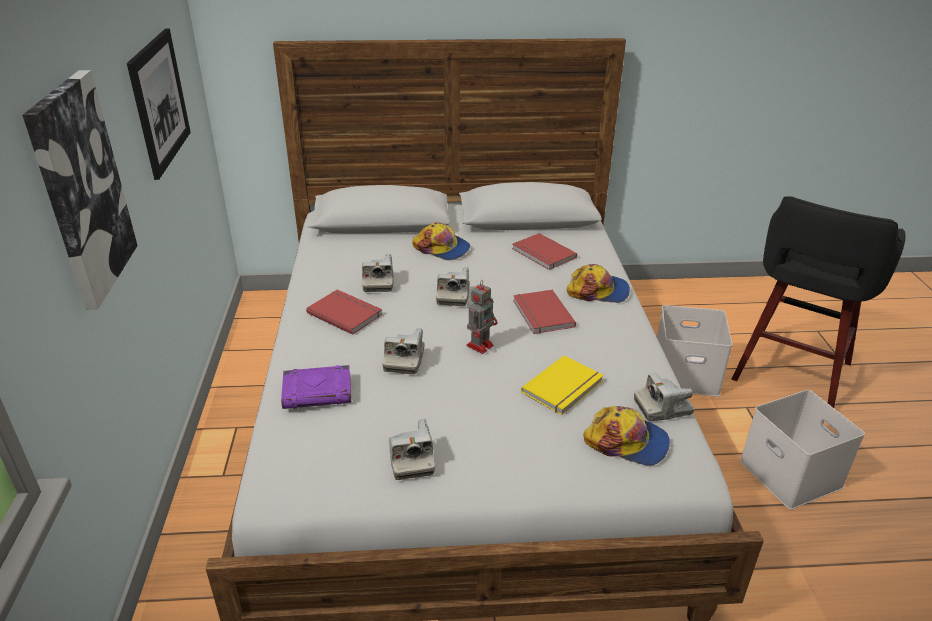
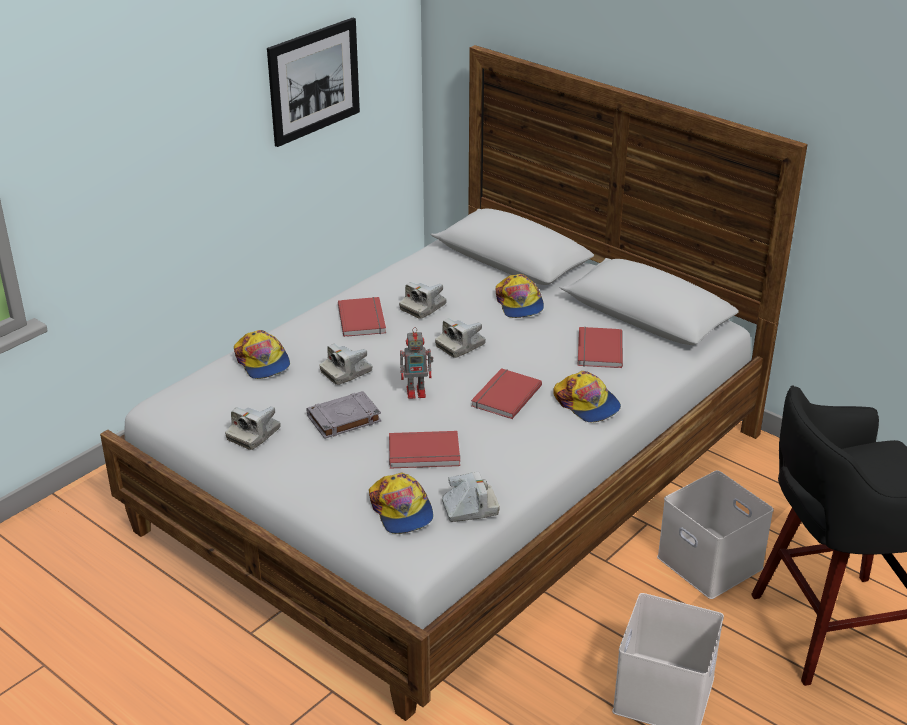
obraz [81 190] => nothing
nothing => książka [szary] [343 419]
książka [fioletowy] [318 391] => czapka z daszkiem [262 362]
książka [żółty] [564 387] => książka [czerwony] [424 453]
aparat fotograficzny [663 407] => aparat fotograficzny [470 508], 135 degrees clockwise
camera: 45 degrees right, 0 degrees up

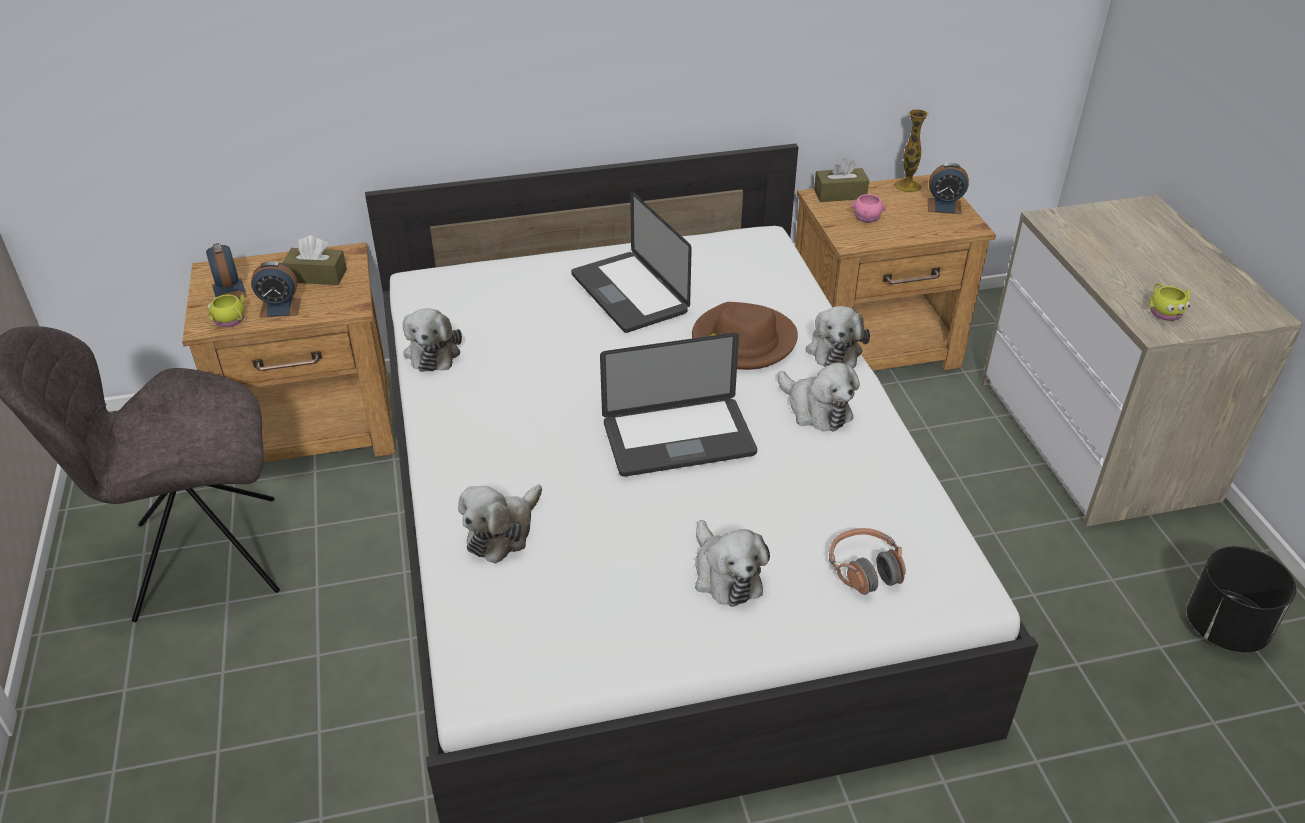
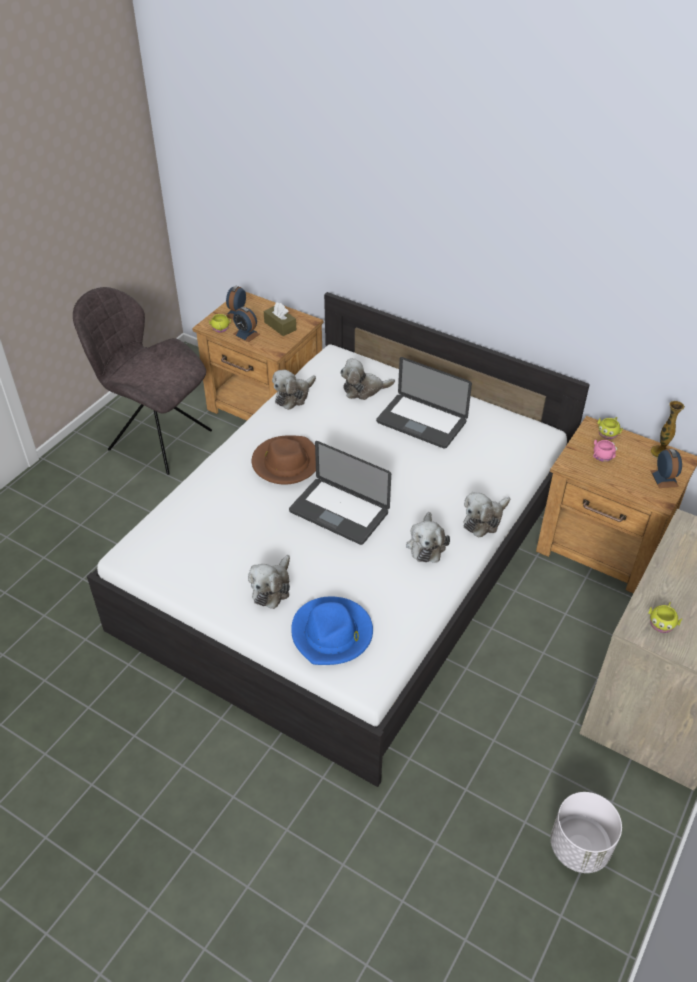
pluszak [502 532] => pluszak [364 389], move
kapelusz [brązowy] [743 341] => kapelusz [brązowy] [286 463], move
pudełko chusteczek [brązowy] [840 194] => kubek [żółty] [608 432]
słuchawki [865 569] => kapelusz [niebieski] [332 633]
donica [czarny] [1224 627] => donica [biały] [579 846]
laptop [629 293] => laptop [421 422], 75 degrees counterclockwise
budzik [944 206] => budzik [664 478], 150 degrees counterclockwise
camera: 45 degrees right, 5 degrees up

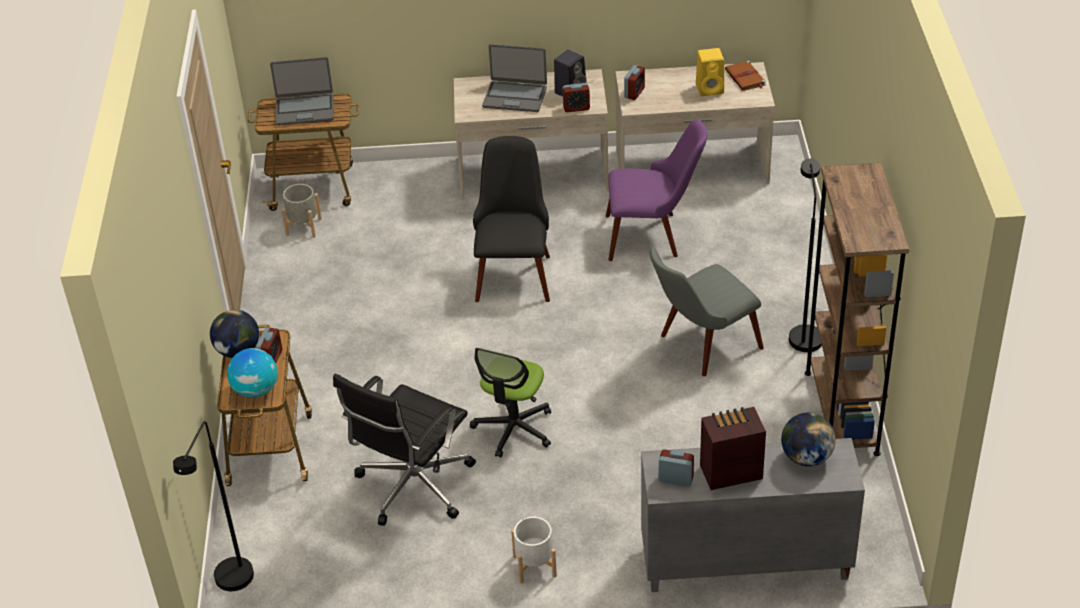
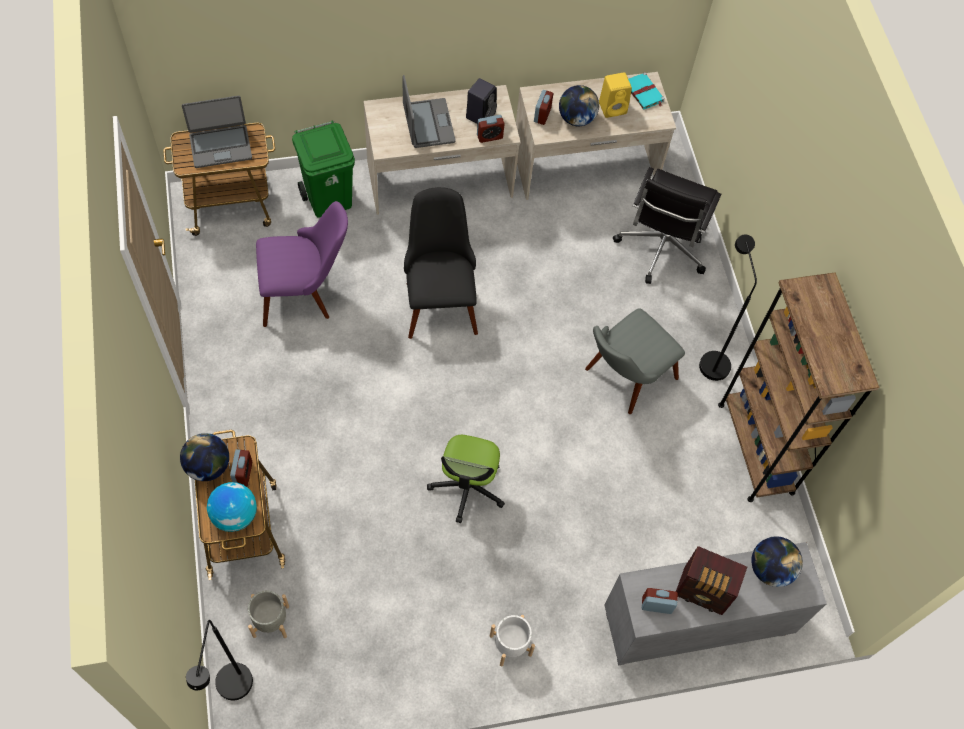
nothing => kosz na śmieci [zielony] [329 199]
nothing => globus [576 119]
donica [szary] [303 227] => donica [szary] [271 621], move
krzesło biurowe [czarny] [412 487] => krzesło biurowe [czarny] [661 248], move
krzesło [fioletowy] [653 235] => krzesło [fioletowy] [305 292], move
książka [brązowy] [745 78] => książka [turkusowy] [644 93]
laptop [515 97] => laptop [428 124], 105 degrees counterclockwise
radio [729 472] => radio [703 592], 135 degrees counterclockwise
camera: 15 degrees left, 20 degrees up

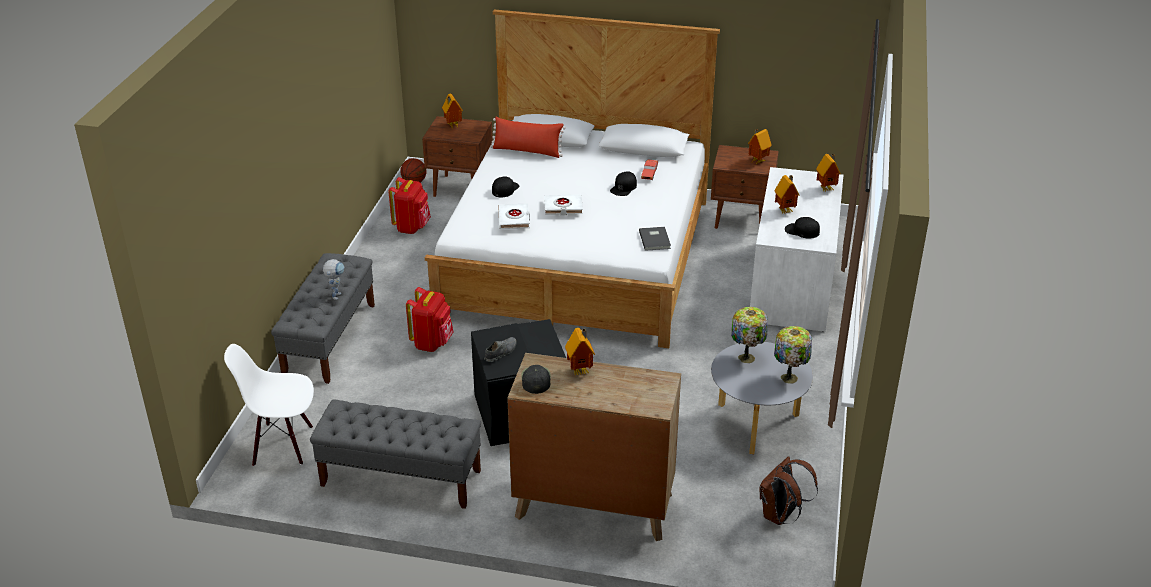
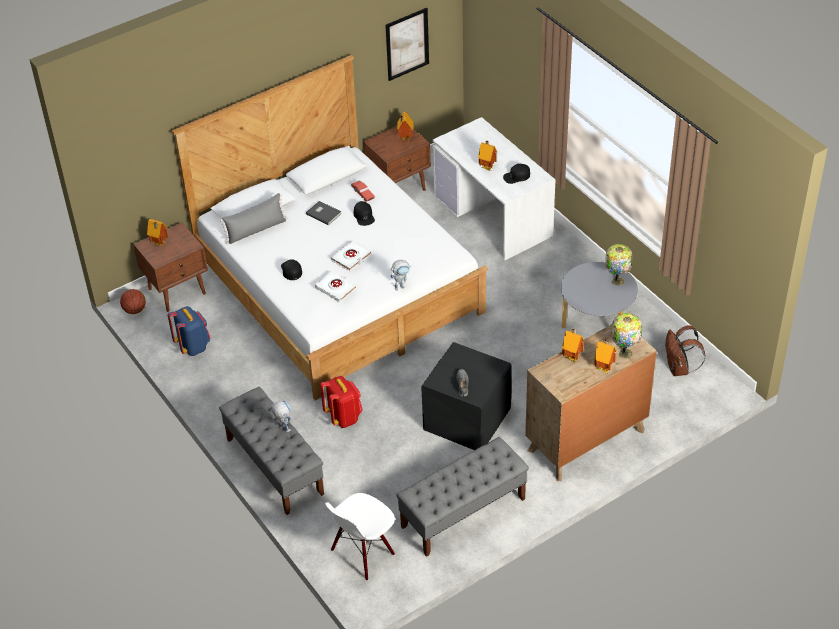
czapka z daszkiem [czarny] [535 380] => nothing
nothing => obraz [407 44]
nothing => robot zabawkowy [401 286]
książka [szary] [655 239] => książka [szary] [323 213], move
lampa stołowa [747 357] => lampa stołowa [625 352], move
domek [827 188] => domek [604 368], move
plecak [czerwony] [412 227] => plecak [niebieski] [193 346]
poduszka [czerwony] [527 151] => poduszka [szary] [256 230]
camera: 45 degrees left, 10 degrees up

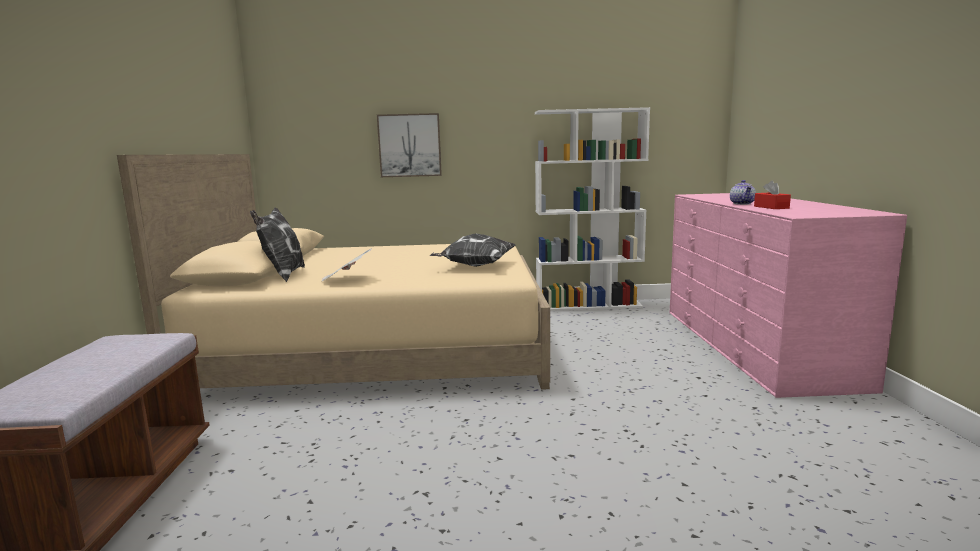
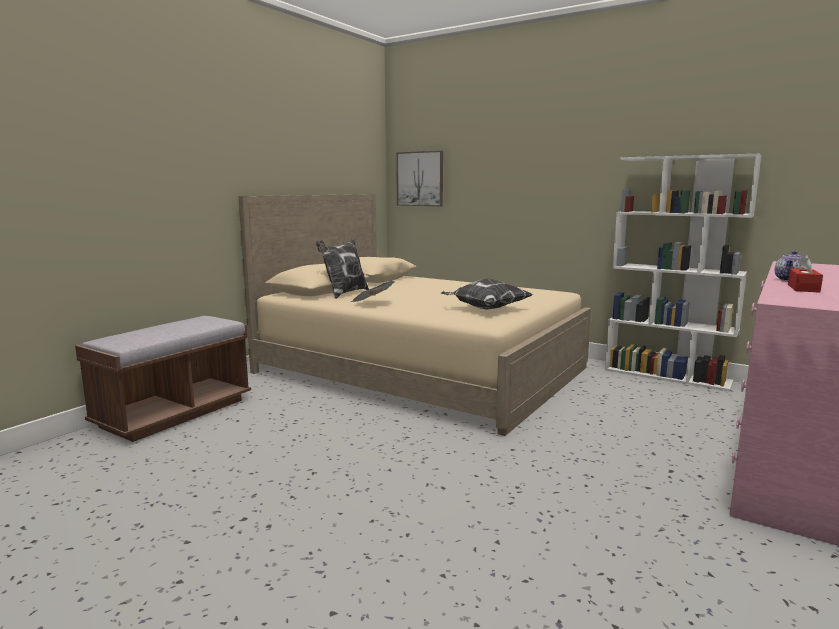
obraz [409 145] => obraz [420 179], move
camera: 35 degrees right, 0 degrees up

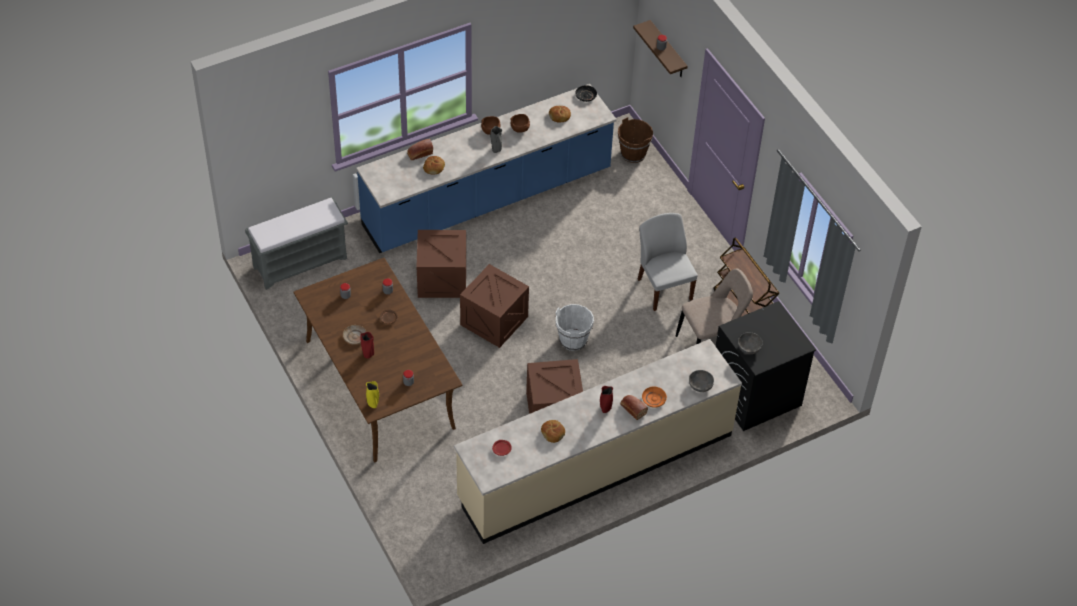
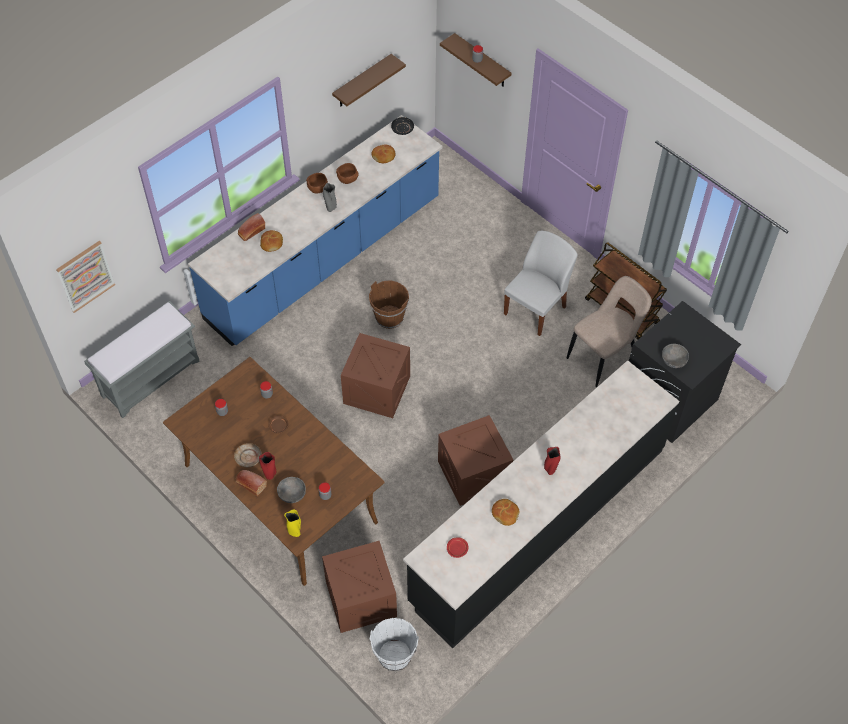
talerz [pomarańczowy] [654 399] => nothing
nothing => obraz [85 276]
nothing => półka [brązowy] [362 82]
skrzynka [442 279] => skrzynka [361 598], move
wiadro [biały] [573 340] => wiadro [biały] [394 656], move
wiadro [brązowy] [633 154] => wiadro [brązowy] [389 317], move
chleb [632 409] => chleb [250 484], move
miska [szary] [700 385] => miska [szary] [292 494], move
zabudowa kuchenna [beżowy] [595 466] => zabudowa kuchenna [czarny] [538 524]
krzesło [biały] [664 288] => krzesło [biały] [536 309], 75 degrees clockwise
camera: 15 degrees left, 5 degrees up

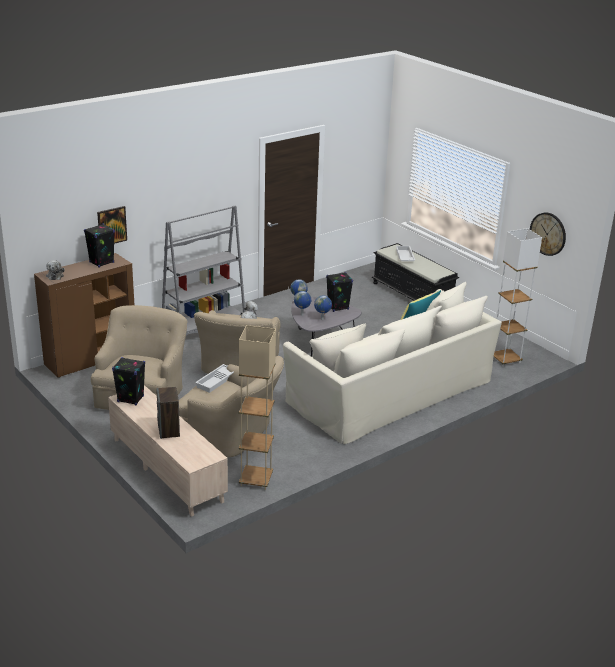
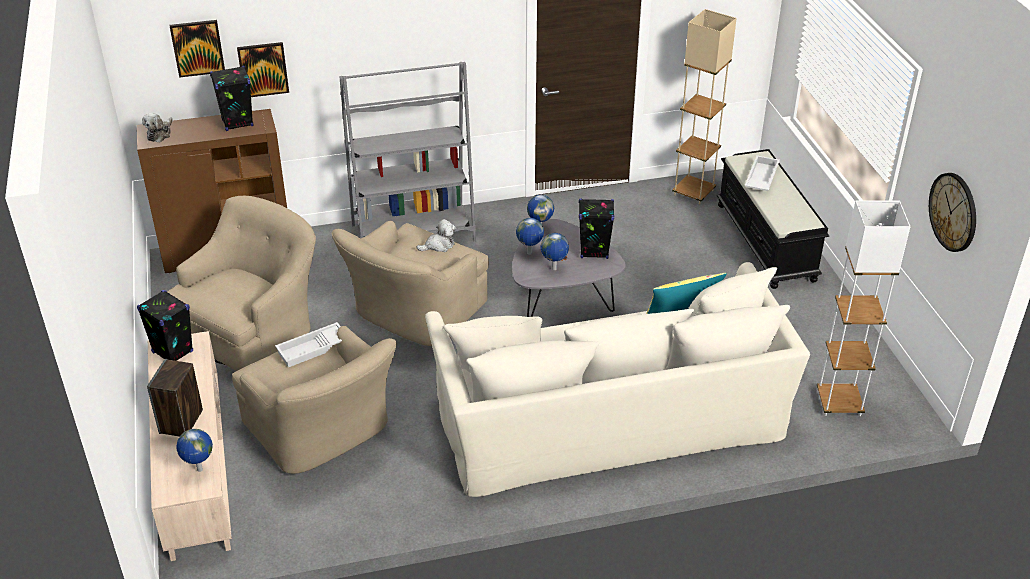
nothing => obraz [197 48]
nothing => globus [199 470]
lampa stojąca [beżowy] [256 480] => lampa stojąca [beżowy] [693 192], move
camera: 25 degrees right, 10 degrees up

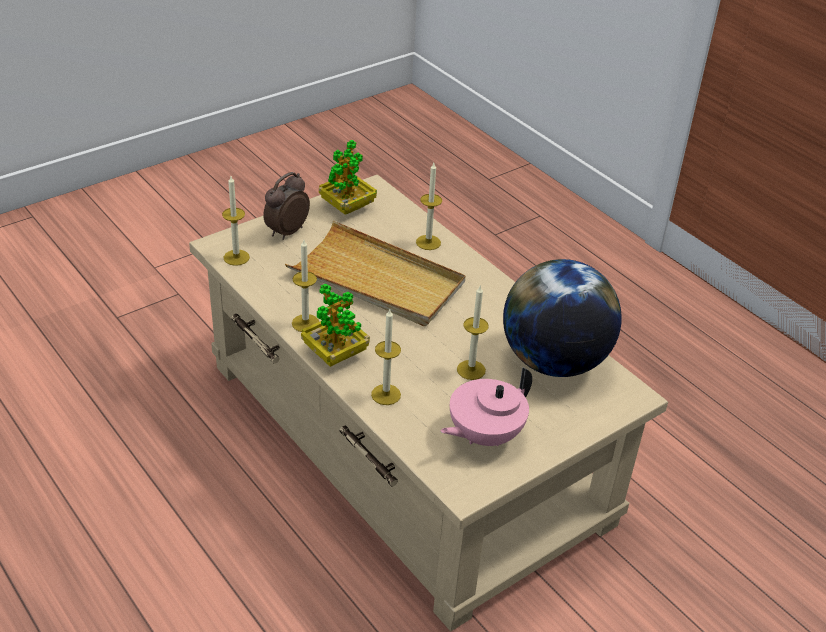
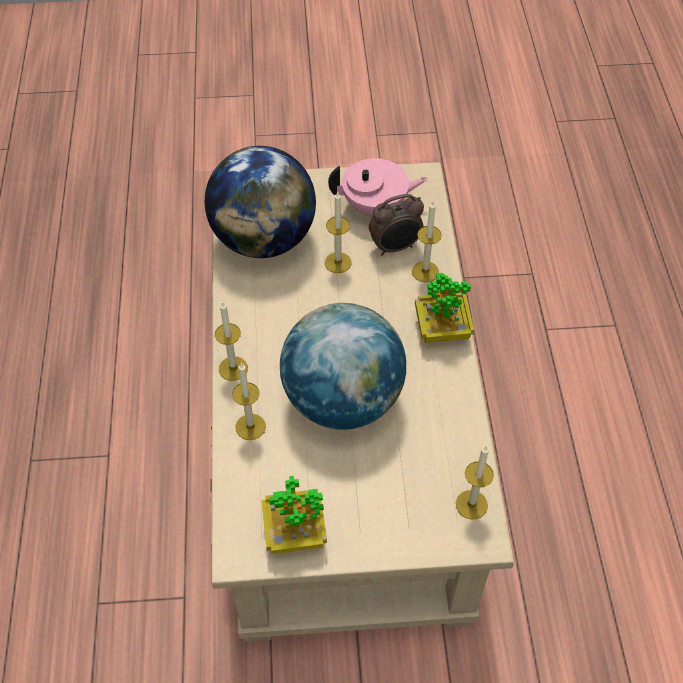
budzik [286 232] => budzik [395 247], move
świeca [305 323] => świeca [233 368], move
taca [beżowy] [377 280] => globus [343 399]
camera: 145 degrees left, 15 degrees up

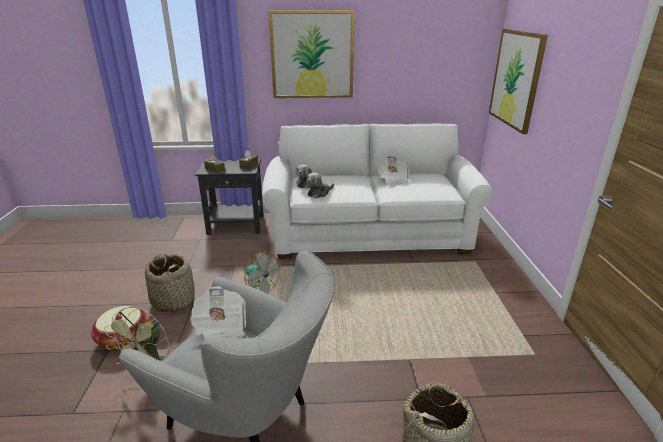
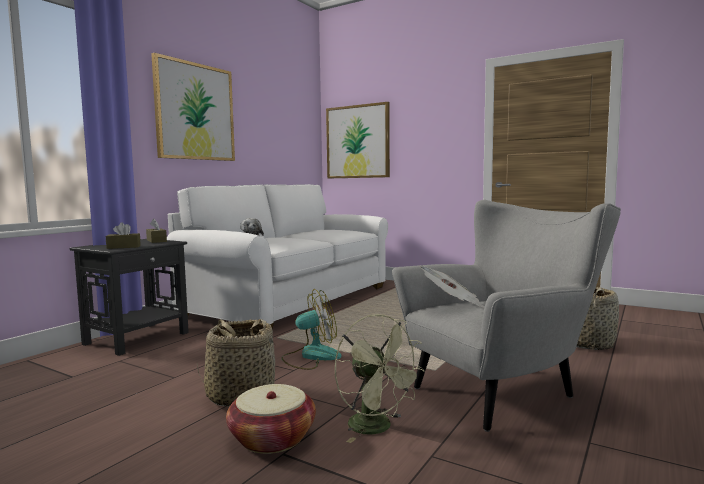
pluszak [319 193] => nothing
gazeta [392 180] => nothing
camera: 55 degrees left, 20 degrees down

